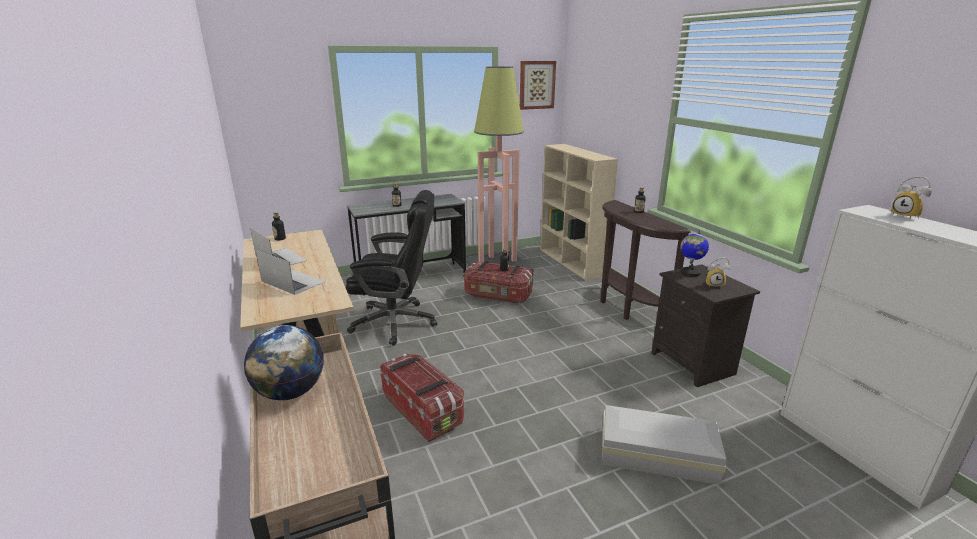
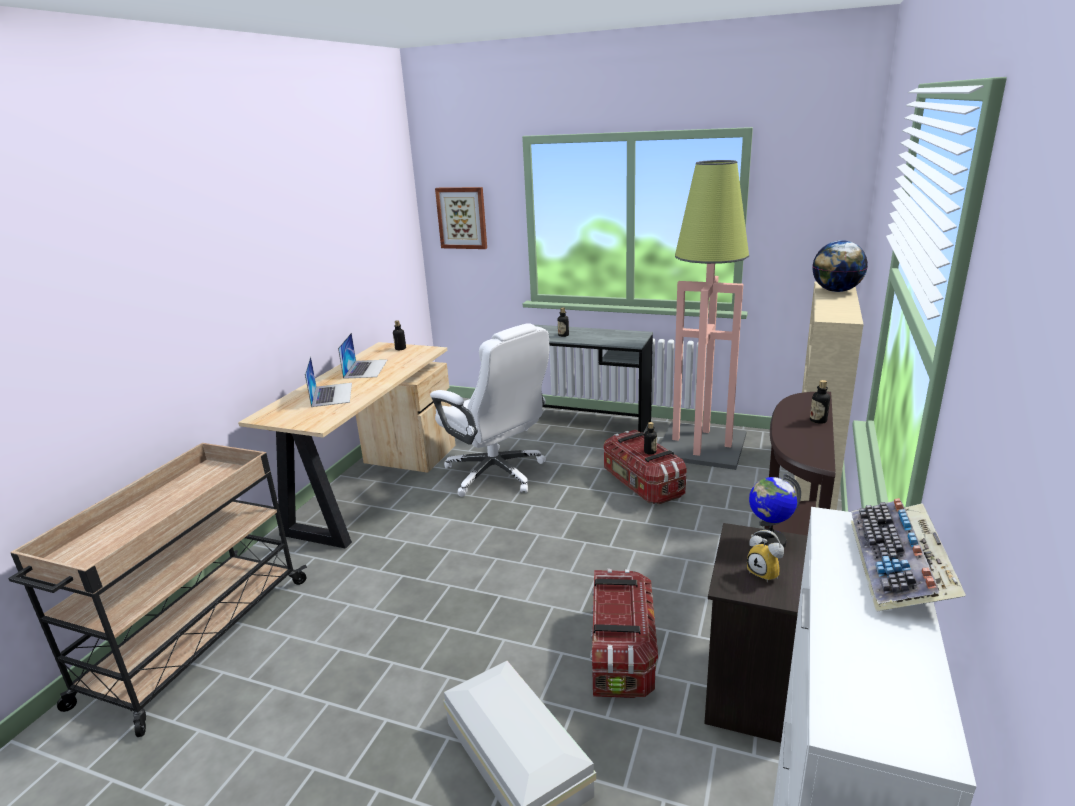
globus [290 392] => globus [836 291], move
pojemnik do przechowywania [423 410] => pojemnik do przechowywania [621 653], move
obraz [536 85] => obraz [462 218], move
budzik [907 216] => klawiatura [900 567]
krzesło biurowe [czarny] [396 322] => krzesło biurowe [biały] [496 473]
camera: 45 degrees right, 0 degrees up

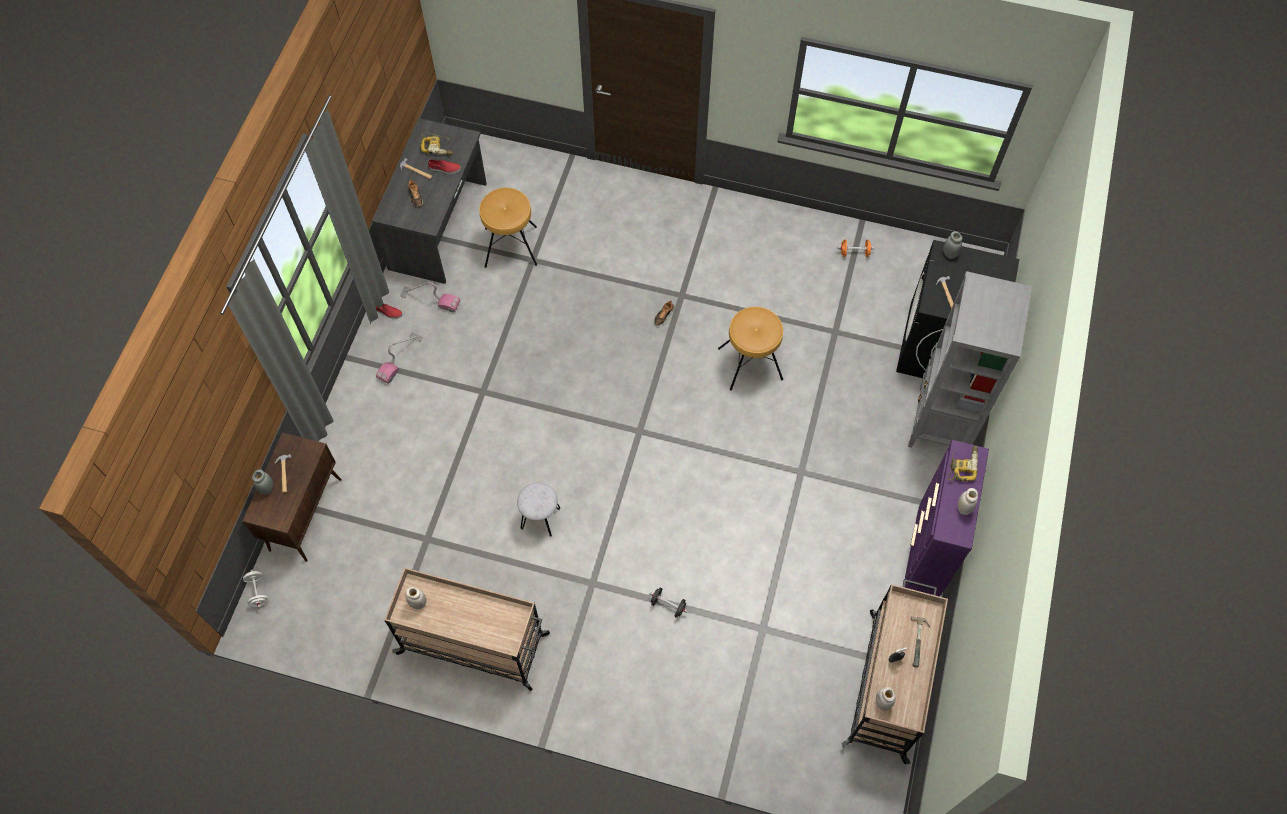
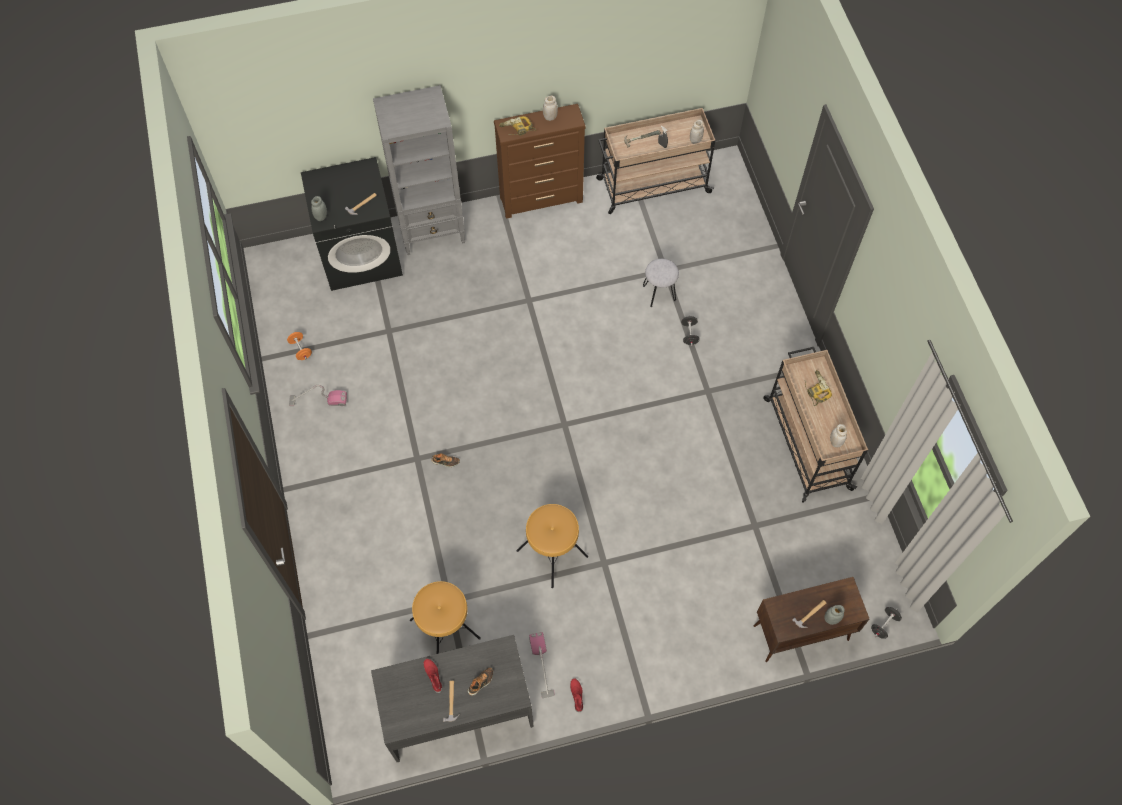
odkurzacz [400 358] => odkurzacz [318 400], move
wiertarka [437 146] => wiertarka [815 389], move
stołek [szary] [540 518] => stołek [szary] [659 293], move
stołek [brązowy] [750 364] => stołek [brązowy] [552 553], move
hantel [biały] [258 592] => hantel [czarny] [884 625]
komoda [fioletowy] [927 552] => komoda [brązowy] [542 200]
camera: 120 degrees left, 0 degrees up

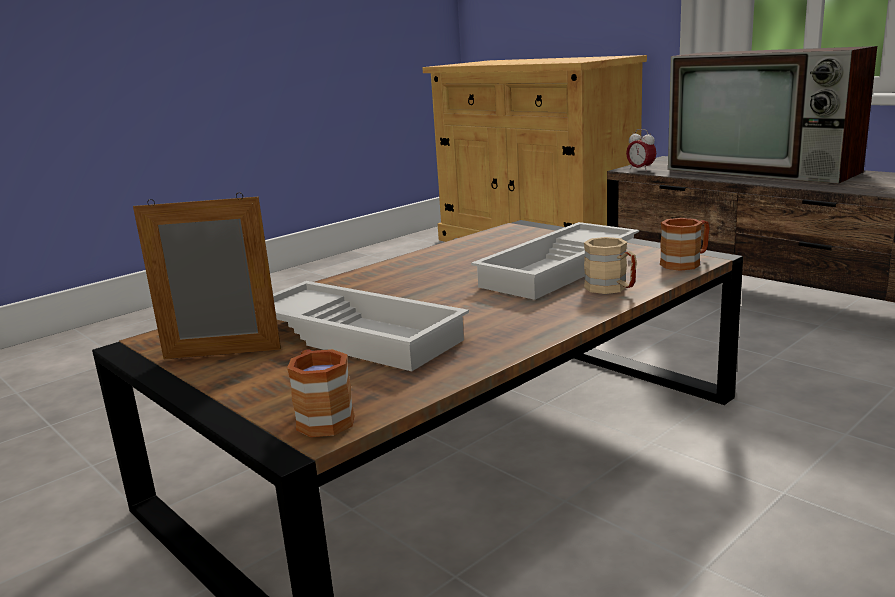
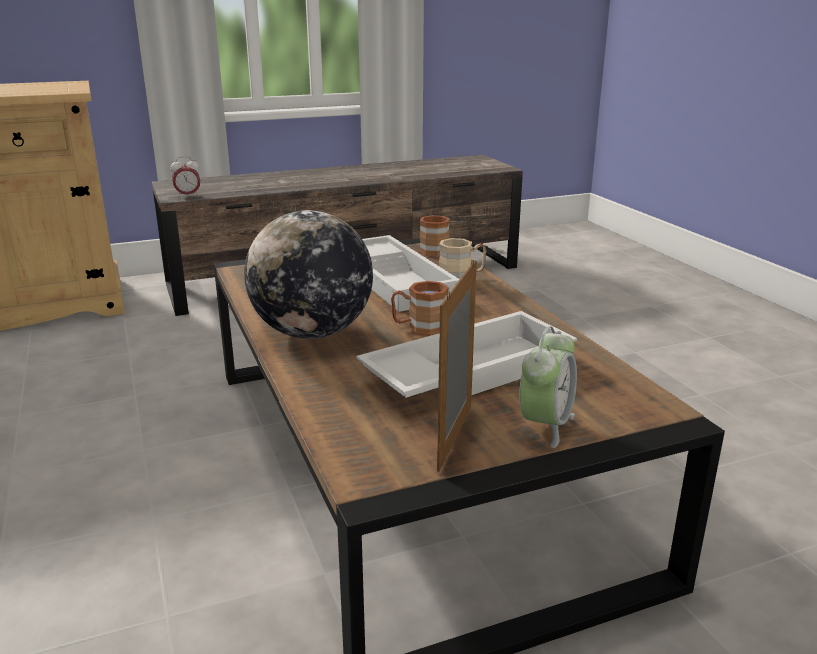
telewizor [764 171] => nothing
nothing => globus [312 333]
nothing => budzik [545 425]
kubek [brązowy] [322 417] => kubek [brązowy] [419 328], move
camera: 70 degrees left, 5 degrees up

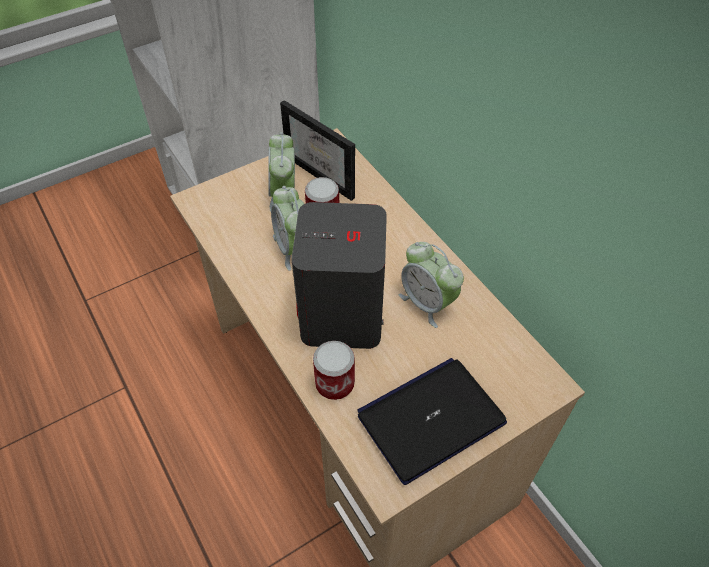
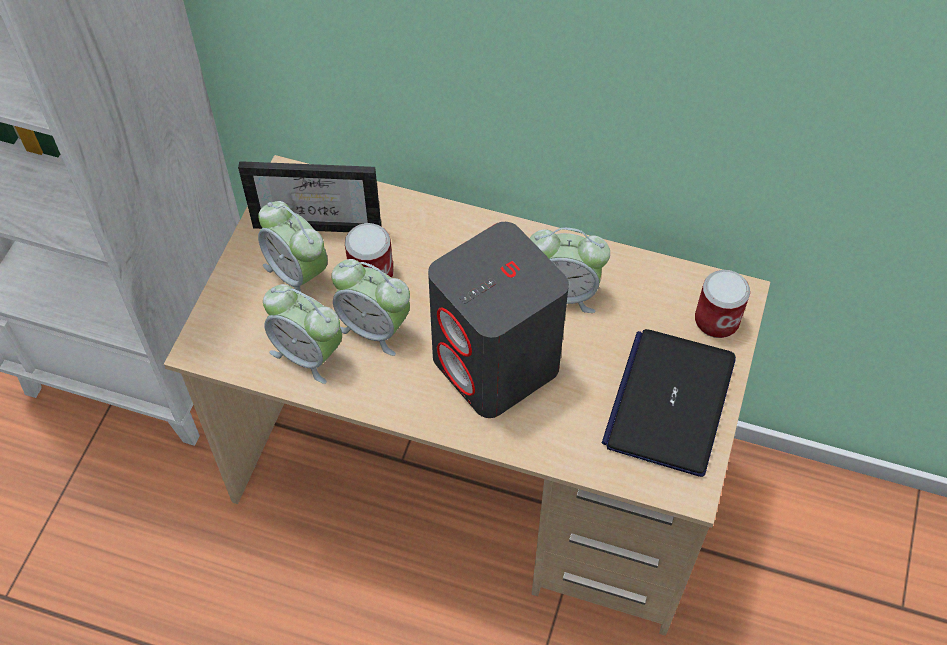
nothing => budzik [308 354]
puszka [335 383] => puszka [716 320], move
camera: 40 degrees left, 5 degrees up

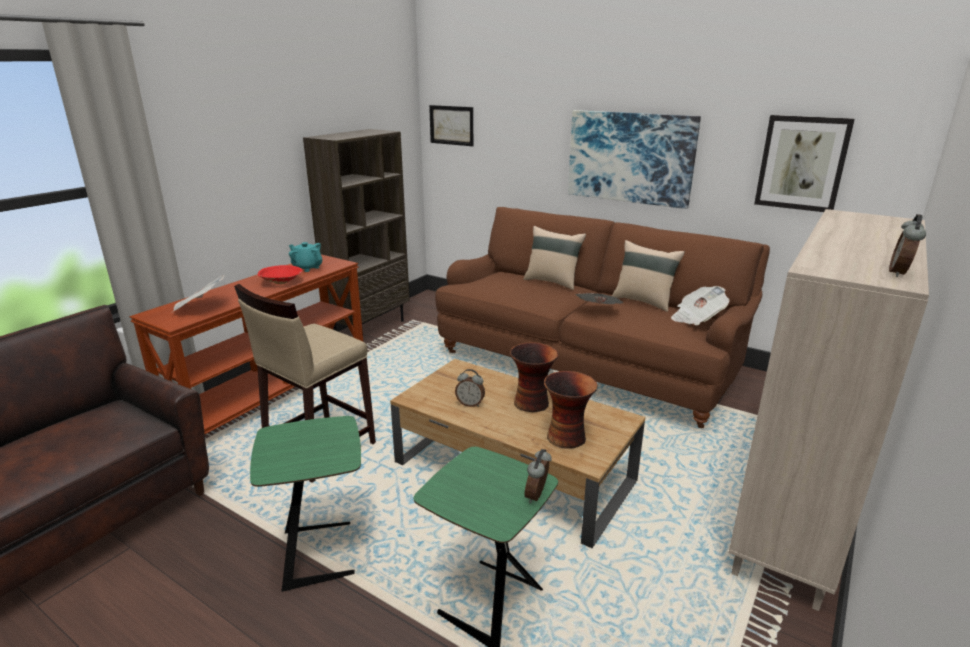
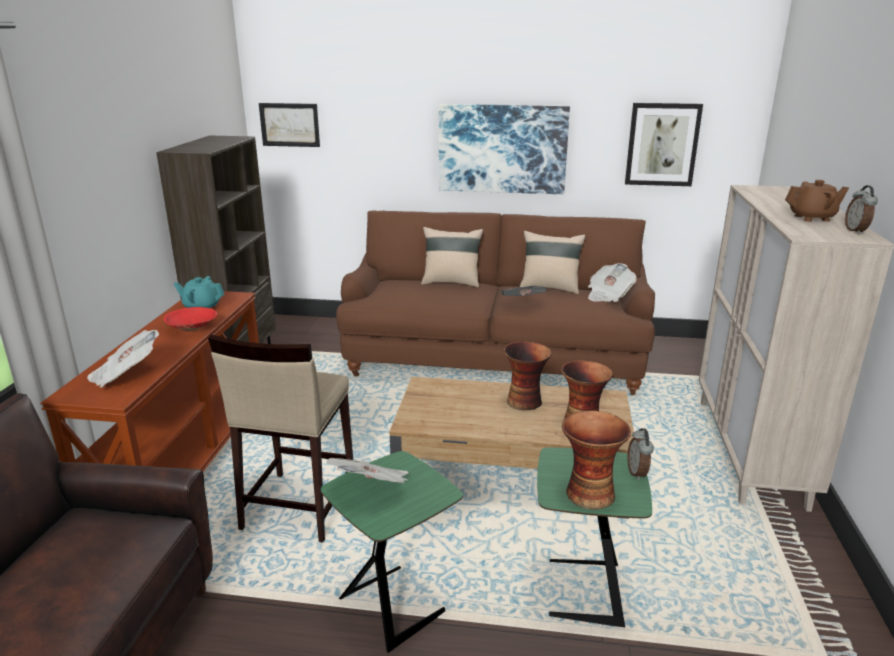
budzik [470 404] => nothing
nothing => gazeta [373 488]
nothing => wazon [588 493]
nothing => imbryk [brązowy] [812 218]
camera: 25 degrees left, 0 degrees up

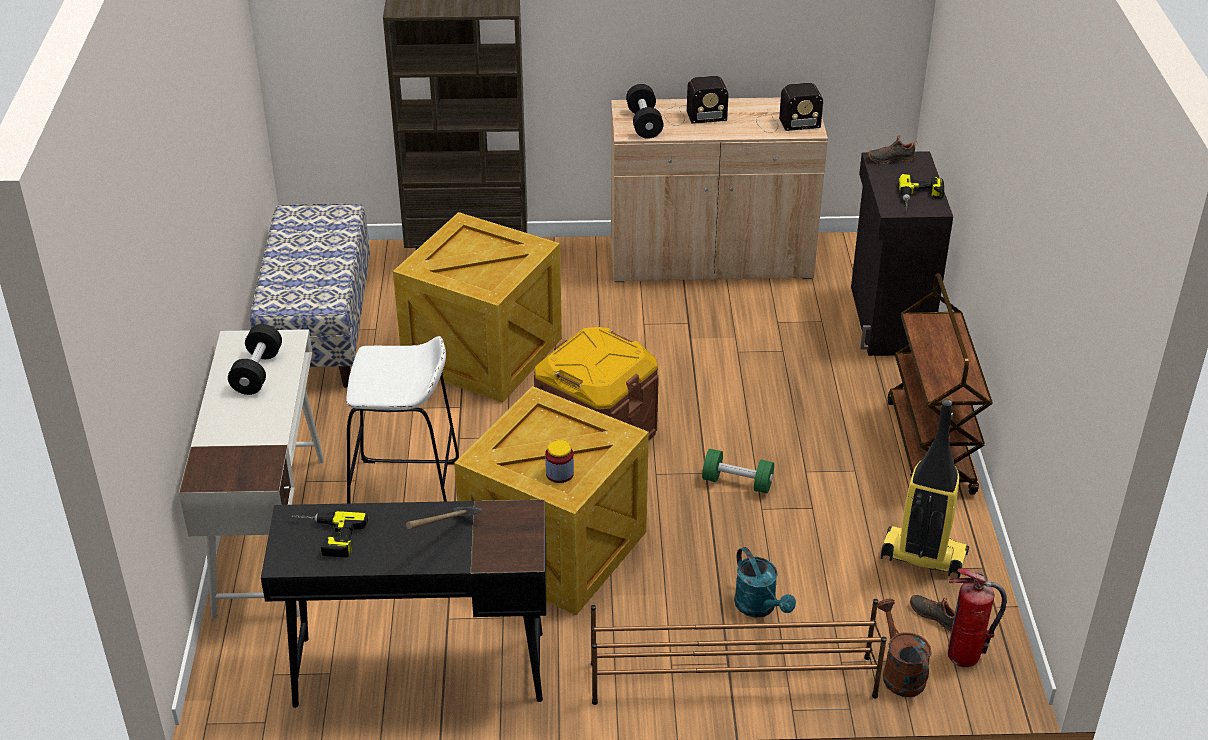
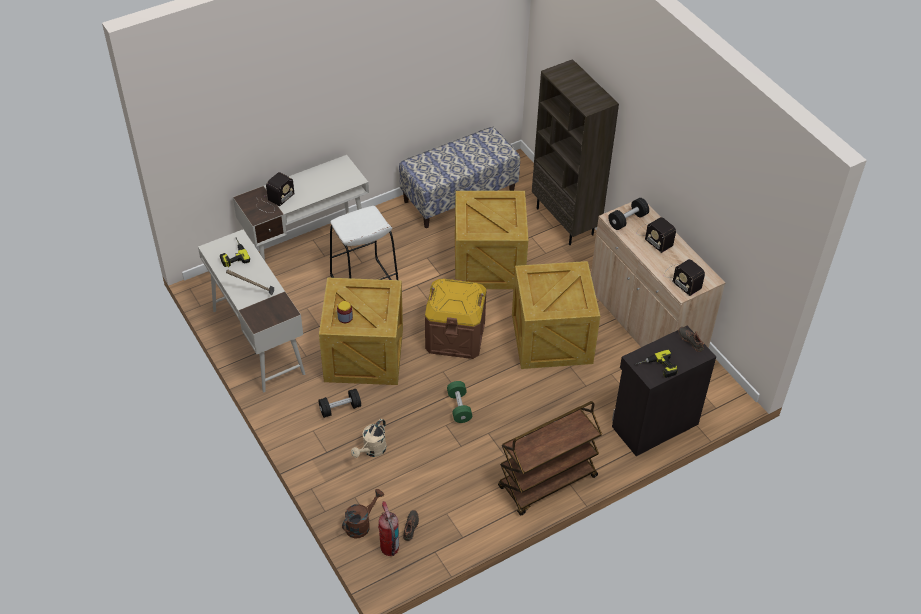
regał na buty [brązowy] [731 679] => nothing
odkurzacz [922 556] => nothing
nothing => radio [274 201]
nothing => skrzynka [552 337]
hantel [czarny] [257 372] => hantel [czarny] [340 408], move
biurko [czarny] [418 669] => biurko [biały] [257 341]
konewka [turkusowy] [760 608] => konewka [beżowy] [372 451]
camera: 60 degrees right, 10 degrees up

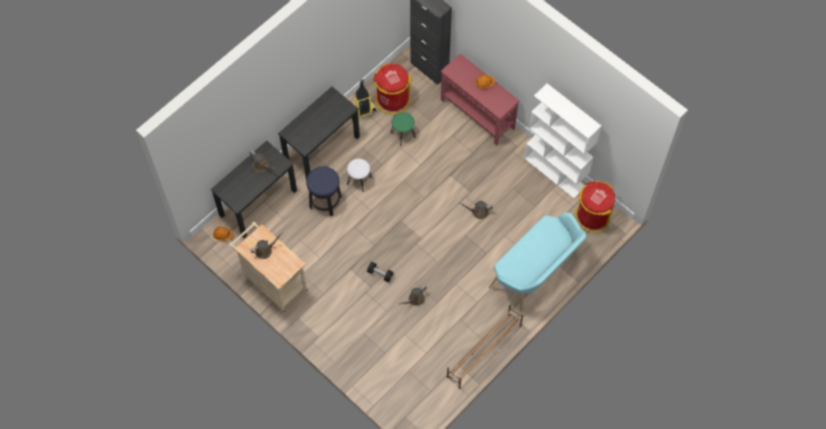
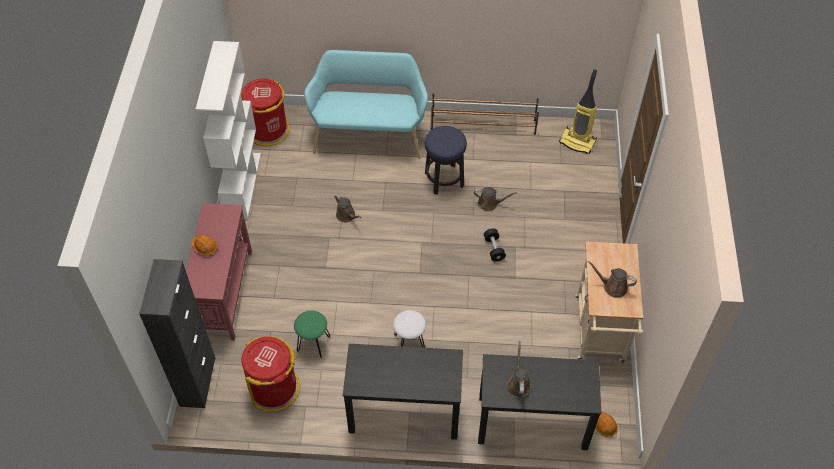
stołek [325 202] => stołek [444 179], move
odkurzacz [361 111] => odkurzacz [578 142], move
camera: 130 degrees left, 10 degrees down

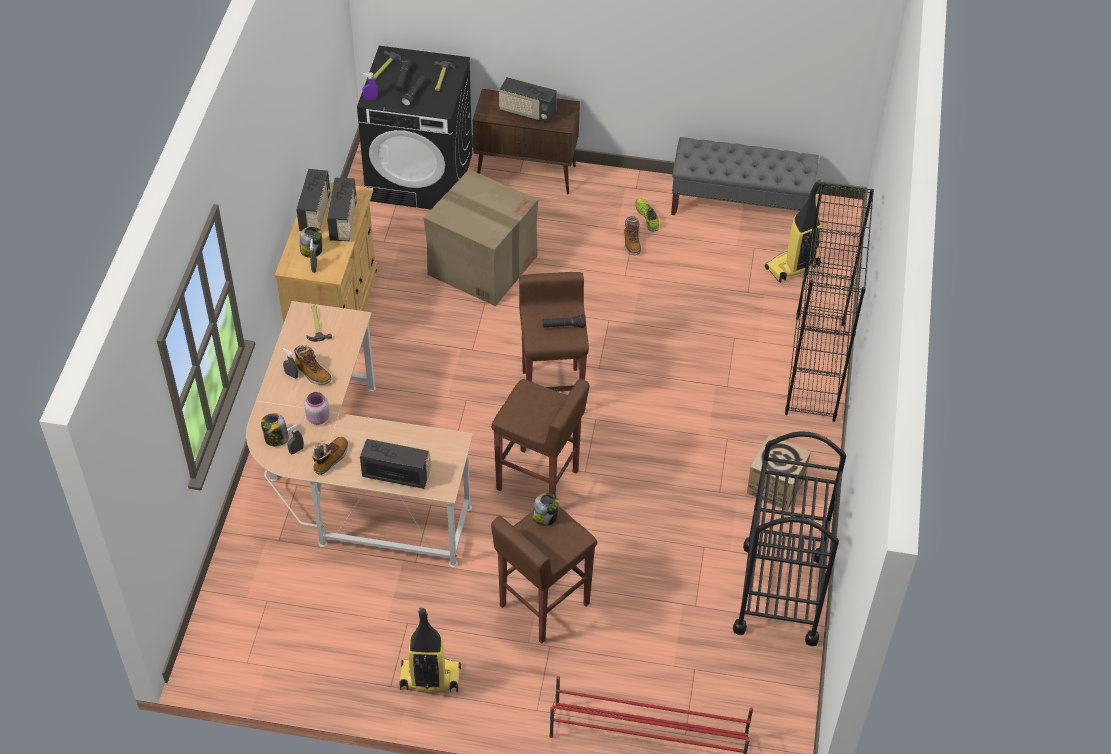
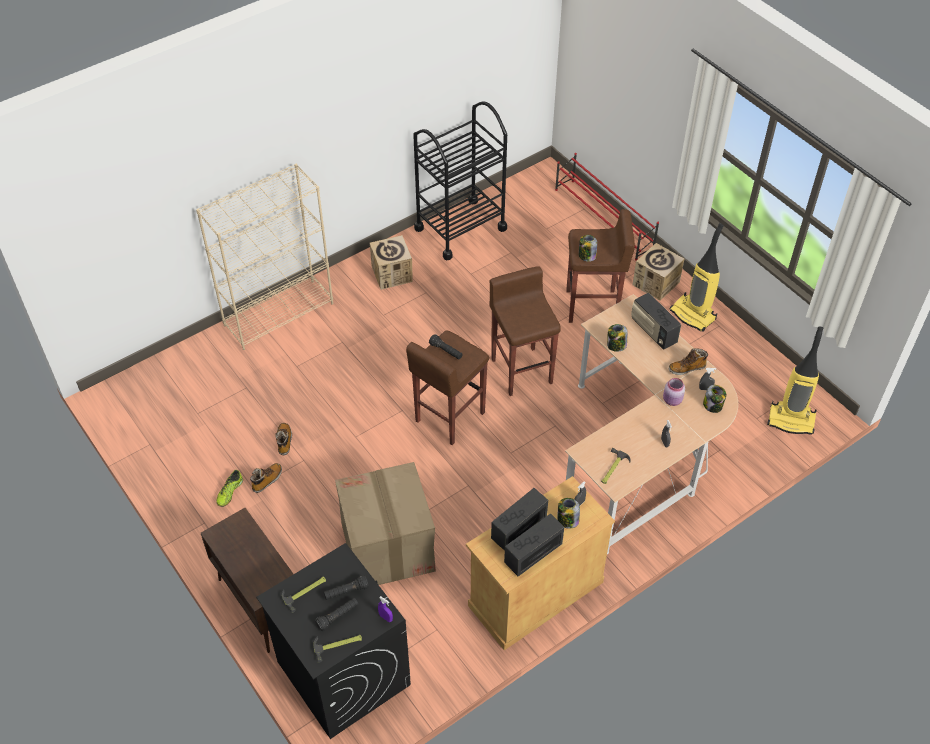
radio [527 113] => nothing
ławka [szary] [740 206] => nothing
nothing => słoik [616 345]
nothing => karton [656 283]
but z cholewką [312 373] => but z cholewką [284 441], move
odkurzacz [792 268] => odkurzacz [791 420], move
regał [czarny] [815 369] => regał [beżowy] [279 314]
camera: 135 degrees left, 0 degrees up

